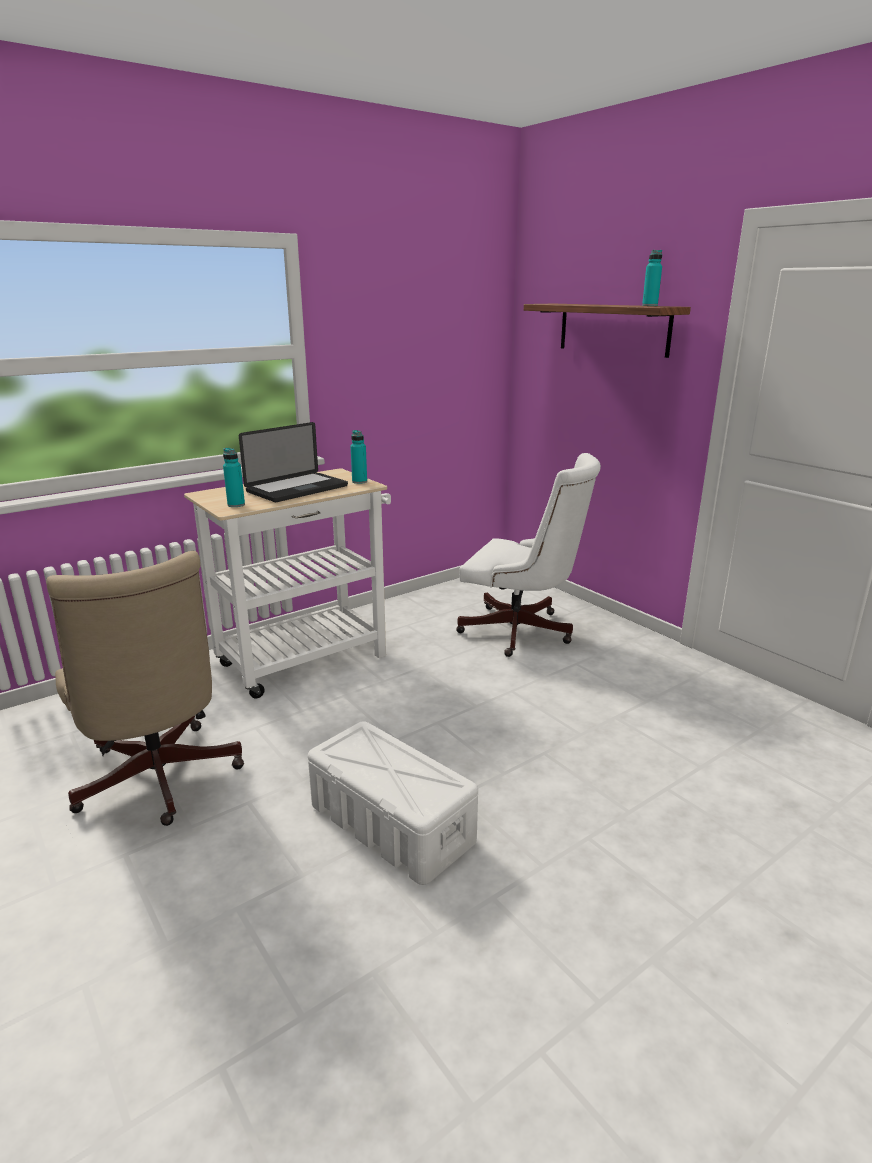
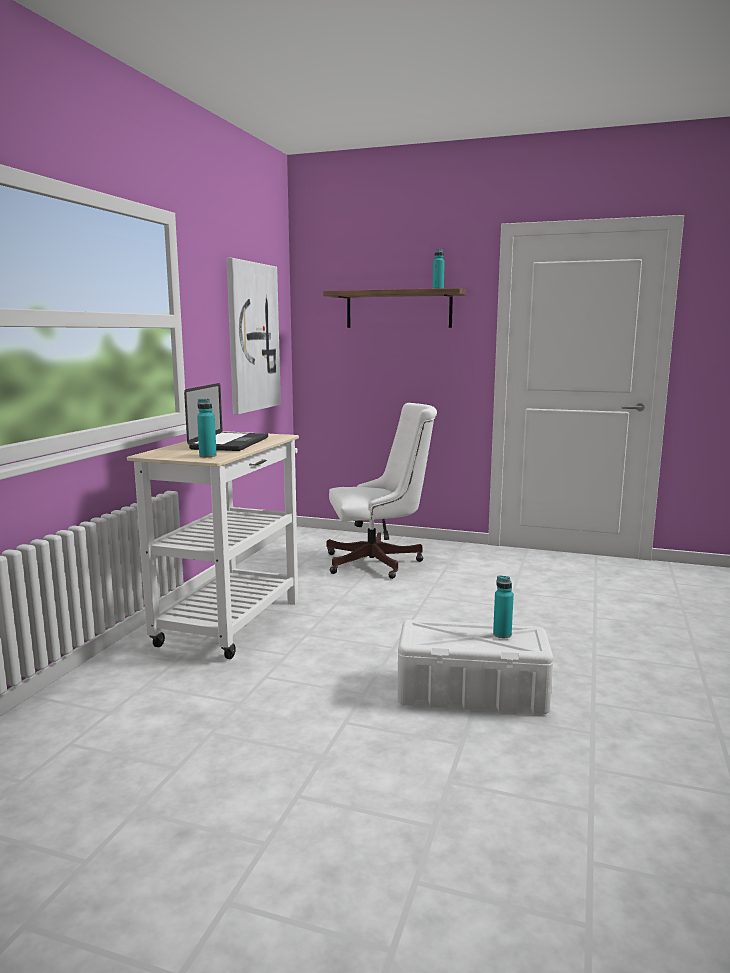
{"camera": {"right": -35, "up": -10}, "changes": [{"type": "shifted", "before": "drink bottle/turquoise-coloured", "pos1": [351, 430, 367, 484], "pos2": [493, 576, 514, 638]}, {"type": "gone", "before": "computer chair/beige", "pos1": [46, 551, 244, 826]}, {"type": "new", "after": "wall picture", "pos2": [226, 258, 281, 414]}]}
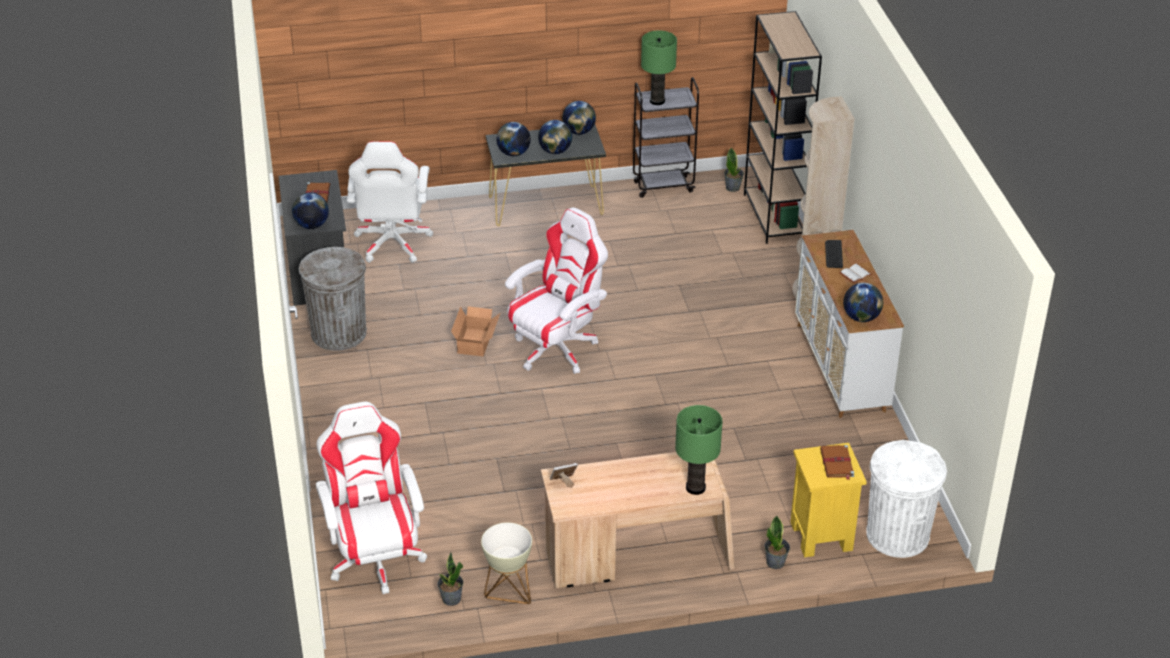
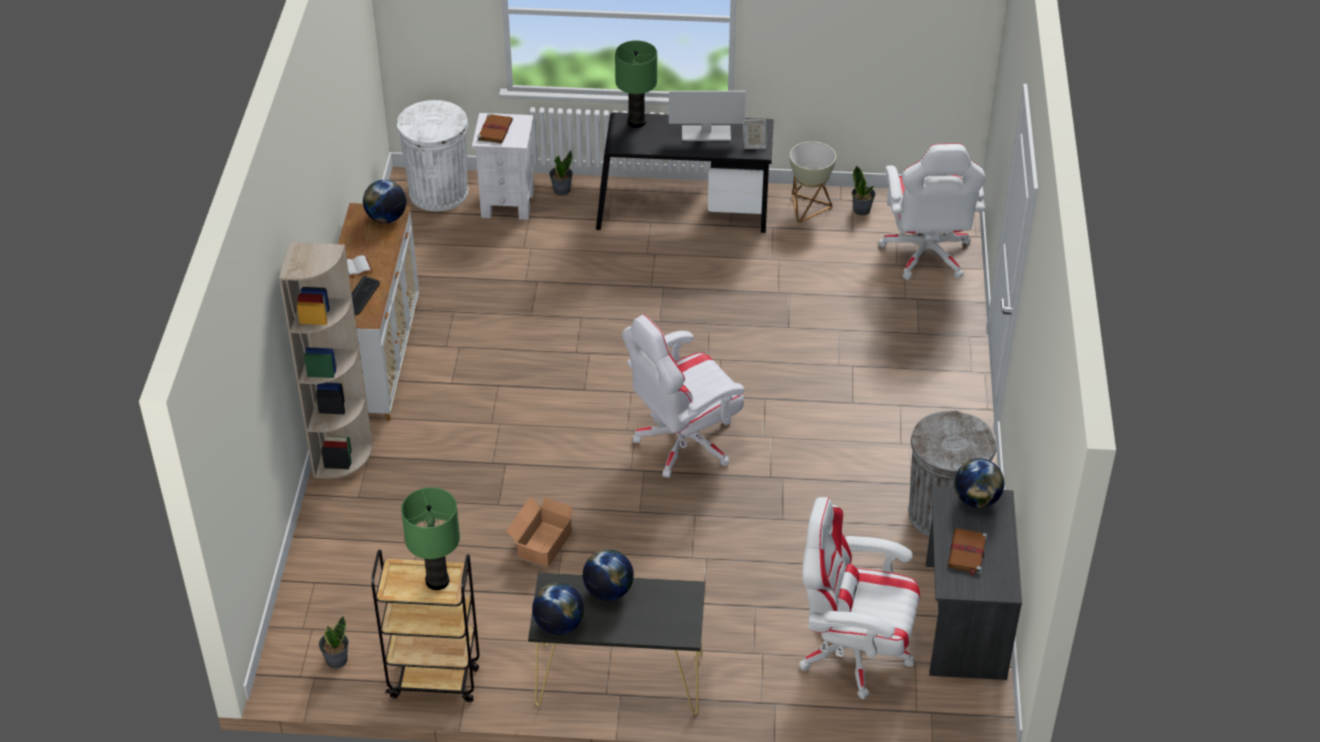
{"camera": {"right": -165, "up": 5}, "changes": [{"type": "gone", "before": "shelving unit/beige", "pos1": [744, 11, 822, 244]}, {"type": "repainted", "before": "wheeled cart/grey", "after": "wheeled cart/brown", "pos1": [633, 77, 699, 198], "pos2": [371, 550, 480, 702]}, {"type": "gone", "before": "desk globe", "pos1": [496, 122, 531, 156]}, {"type": "rotated", "before": "computer chair/whitish", "pos1": [347, 141, 433, 263], "pos2": [799, 497, 920, 699], "turn": -90}, {"type": "shifted", "before": "cardboard box", "pos1": [451, 306, 500, 357], "pos2": [506, 497, 575, 567]}, {"type": "repainted", "before": "night table/yellow", "after": "night table/whitish", "pos1": [790, 443, 867, 557], "pos2": [472, 113, 534, 220]}, {"type": "repainted", "before": "desk/beige", "after": "desk/black-coloured", "pos1": [541, 452, 734, 588], "pos2": [596, 112, 774, 233]}, {"type": "new", "after": "monitor", "pos2": [669, 91, 746, 141]}]}
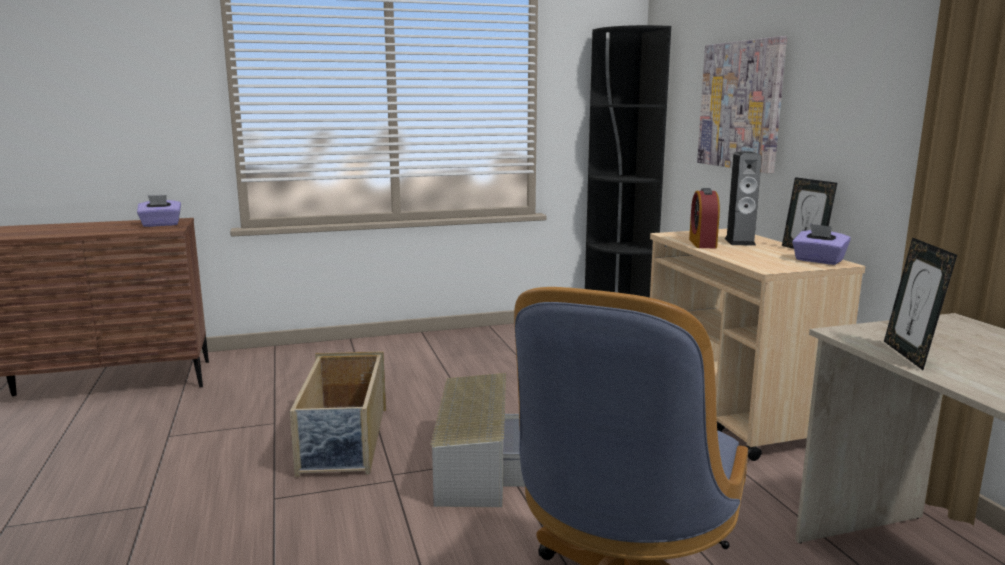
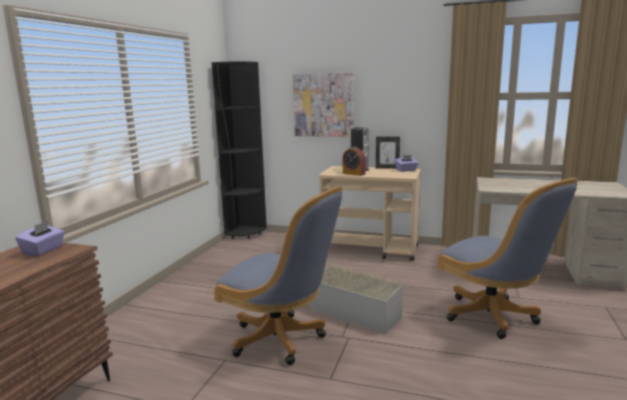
{"camera": {"right": -55, "up": 0}, "changes": [{"type": "gone", "before": "photo frame", "pos1": [884, 238, 957, 370]}, {"type": "swapped", "before": "storage box/beige", "after": "computer chair/blue", "pos1": [289, 351, 386, 477], "pos2": [214, 186, 342, 365]}]}
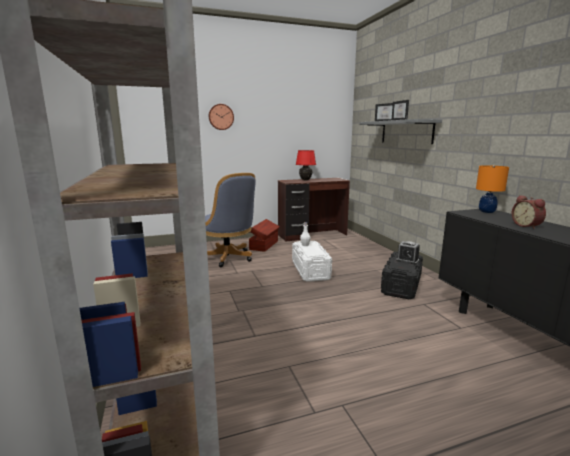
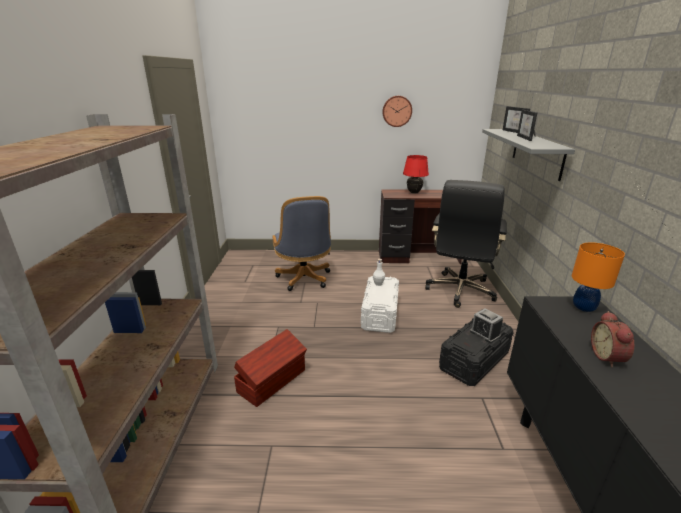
{"camera": {"right": 20, "up": 10}, "changes": [{"type": "shifted", "before": "hanging clock", "pos1": [209, 104, 234, 130], "pos2": [382, 96, 412, 127]}, {"type": "shifted", "before": "storage box/brown", "pos1": [249, 219, 280, 252], "pos2": [234, 329, 307, 407]}, {"type": "new", "after": "computer chair/black-coloured", "pos2": [425, 180, 507, 308]}]}
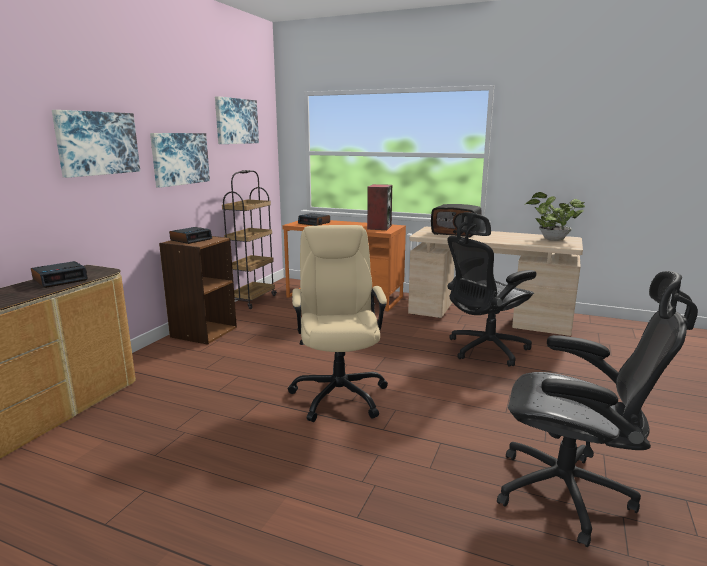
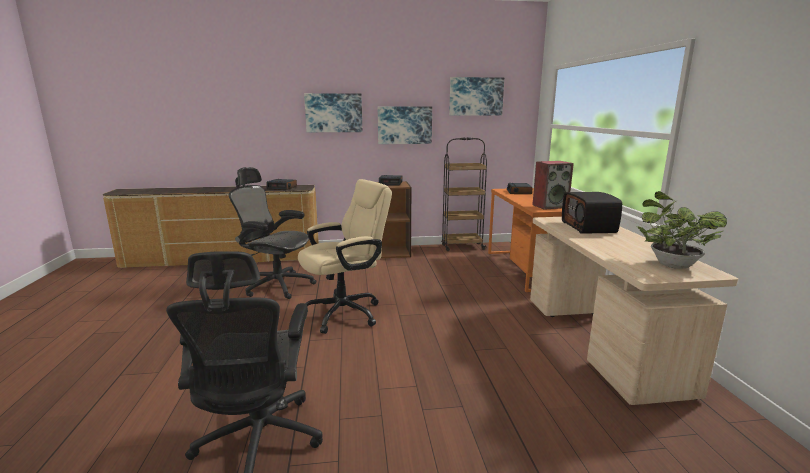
{"camera": {"right": 60, "up": 0}, "changes": [{"type": "shifted", "before": "computer chair", "pos1": [447, 212, 536, 367], "pos2": [229, 167, 316, 299]}]}
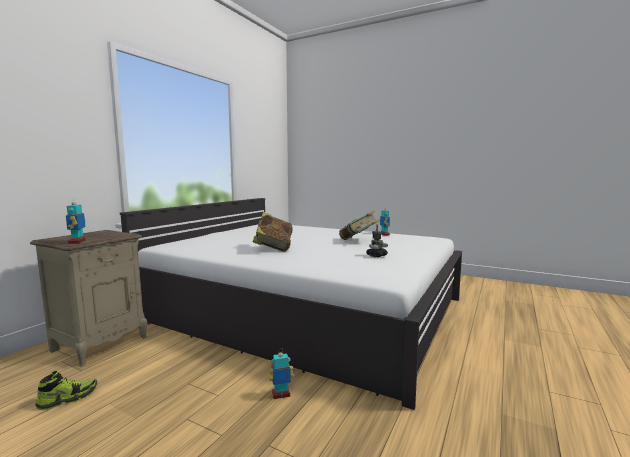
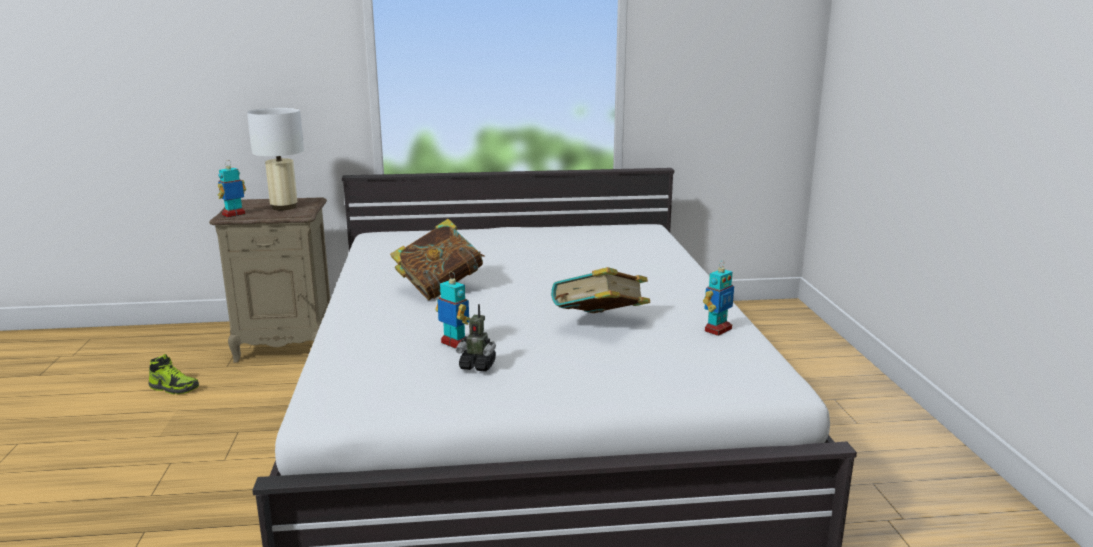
{"camera": {"right": 55, "up": 10}, "changes": [{"type": "shifted", "before": "toy robot", "pos1": [269, 348, 293, 399], "pos2": [435, 273, 470, 349]}, {"type": "new", "after": "table lamp/whitish", "pos2": [247, 108, 304, 210]}]}
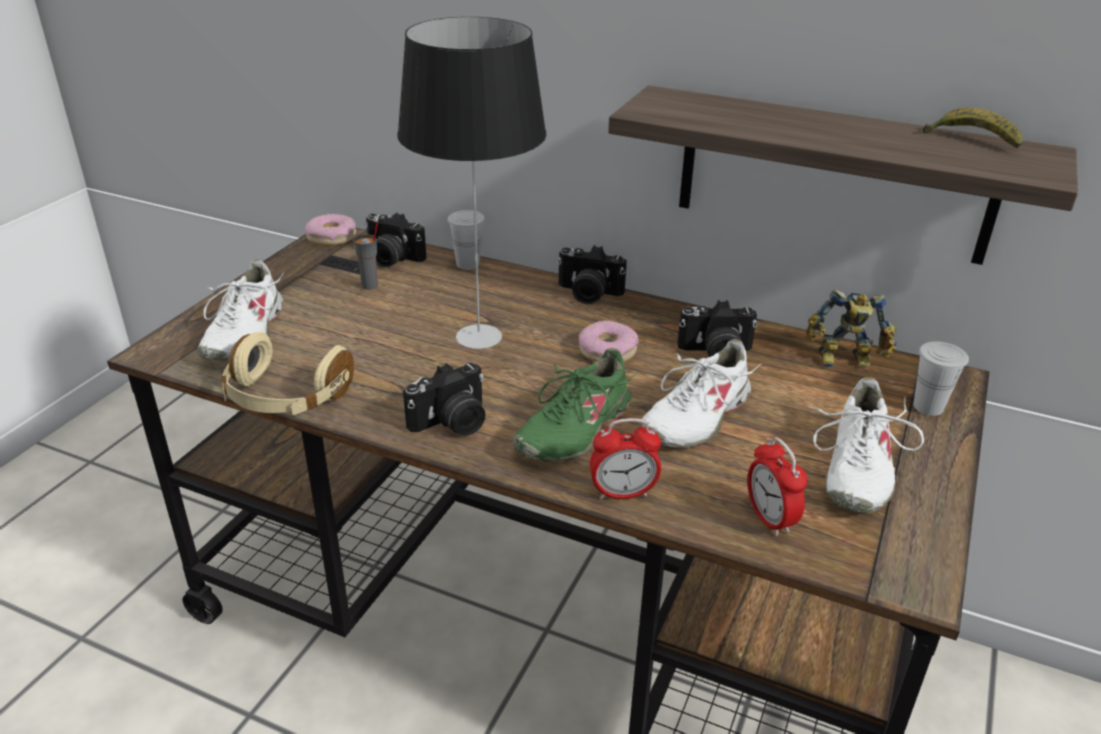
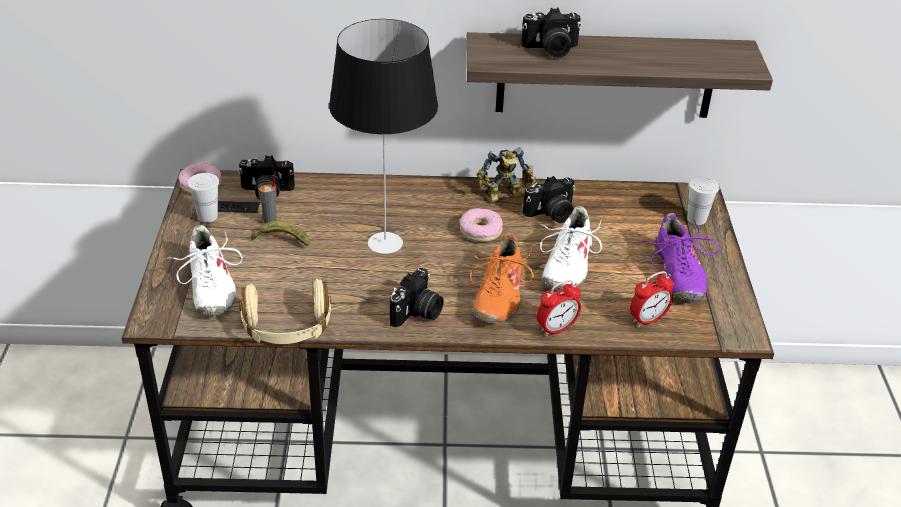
{"camera": {"right": -25, "up": 5}, "changes": [{"type": "shifted", "before": "banana", "pos1": [922, 108, 1022, 148], "pos2": [251, 221, 309, 246]}, {"type": "shifted", "before": "cup/whitish", "pos1": [448, 210, 485, 270], "pos2": [187, 173, 219, 223]}, {"type": "shifted", "before": "still camera", "pos1": [557, 245, 627, 304], "pos2": [521, 7, 581, 58]}, {"type": "shifted", "before": "toy robot", "pos1": [806, 289, 897, 367], "pos2": [476, 147, 536, 204]}, {"type": "repainted", "before": "low shoe/green", "after": "low shoe/orange", "pos1": [512, 348, 639, 462], "pos2": [470, 233, 534, 323]}, {"type": "repainted", "before": "low shoe/whitish", "after": "low shoe/purplish", "pos1": [808, 377, 924, 513], "pos2": [641, 213, 720, 301]}, {"type": "rotated", "before": "table clock", "pos1": [747, 437, 807, 536], "pos2": [630, 271, 674, 327], "turn": -75}]}
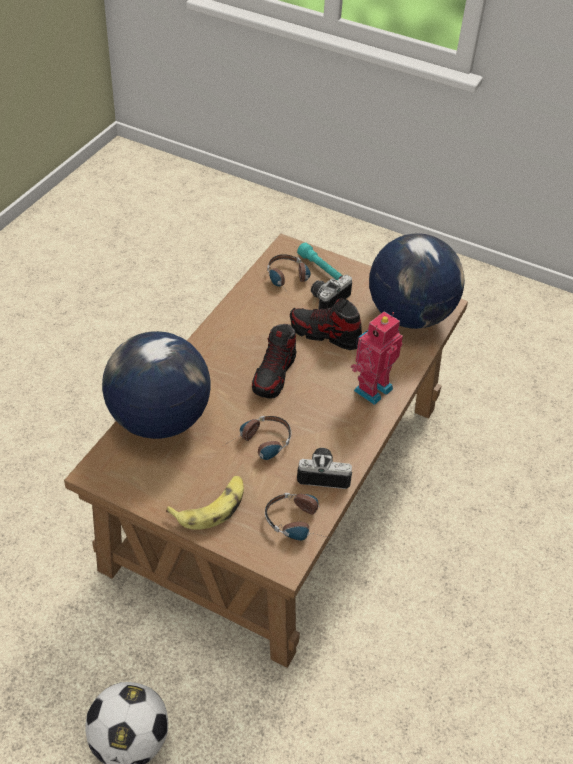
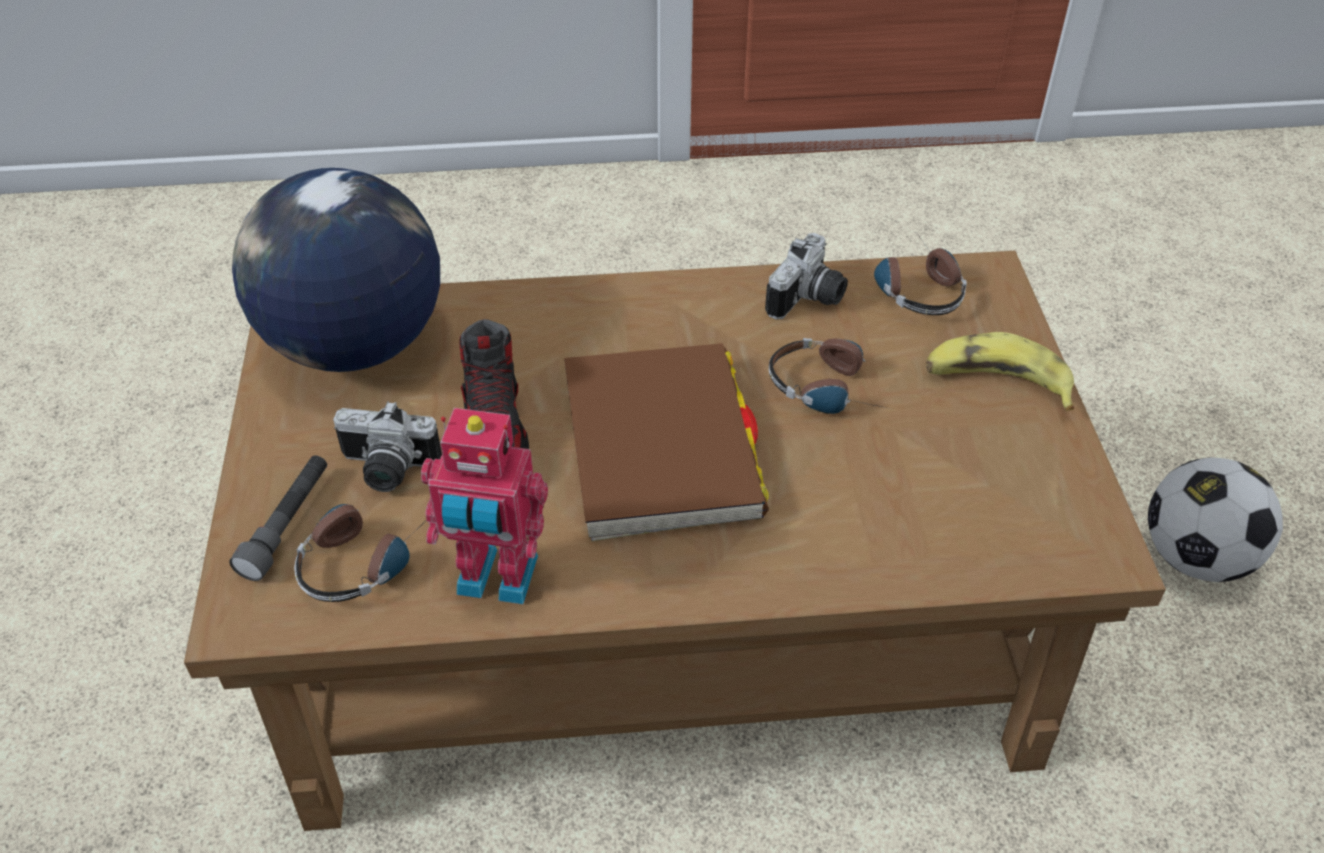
{"camera": {"right": -120, "up": 0}, "changes": [{"type": "repainted", "before": "torch/turquoise-coloured", "after": "torch/grey", "pos1": [297, 243, 343, 280], "pos2": [229, 456, 327, 581]}, {"type": "shifted", "before": "toy robot", "pos1": [351, 311, 403, 405], "pos2": [421, 408, 548, 604]}, {"type": "swapped", "before": "low shoe", "after": "volume/brown", "pos1": [252, 324, 297, 399], "pos2": [564, 343, 769, 541]}, {"type": "gone", "before": "desk globe", "pos1": [102, 331, 211, 439]}, {"type": "rotated", "before": "still camera", "pos1": [297, 448, 352, 489], "pos2": [765, 233, 848, 320], "turn": -120}]}
